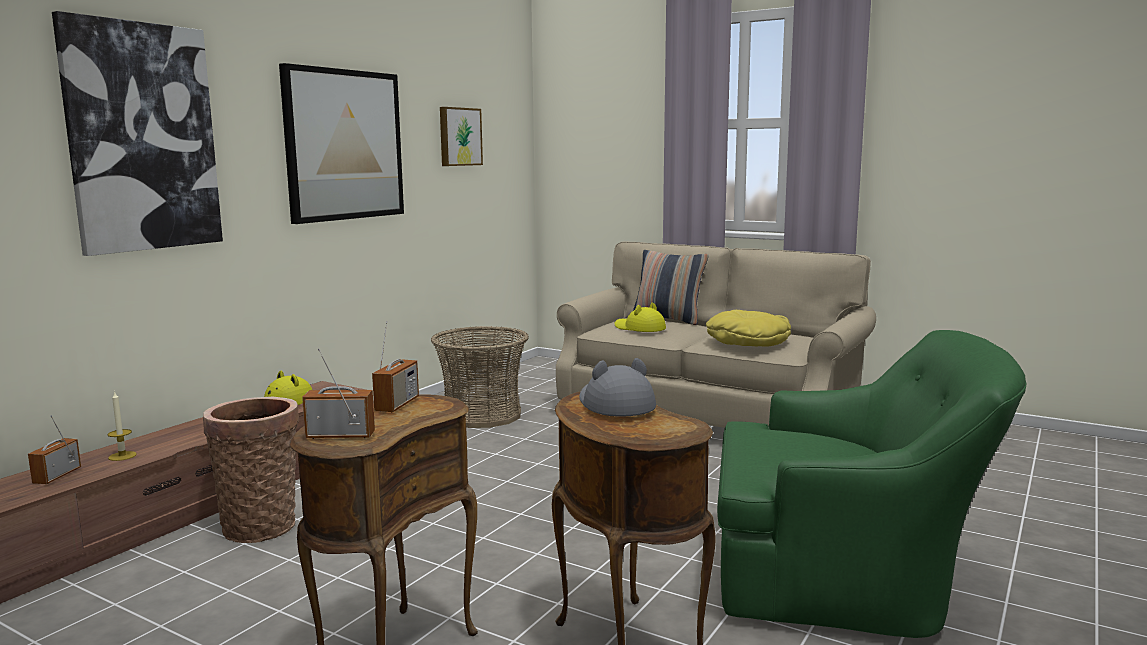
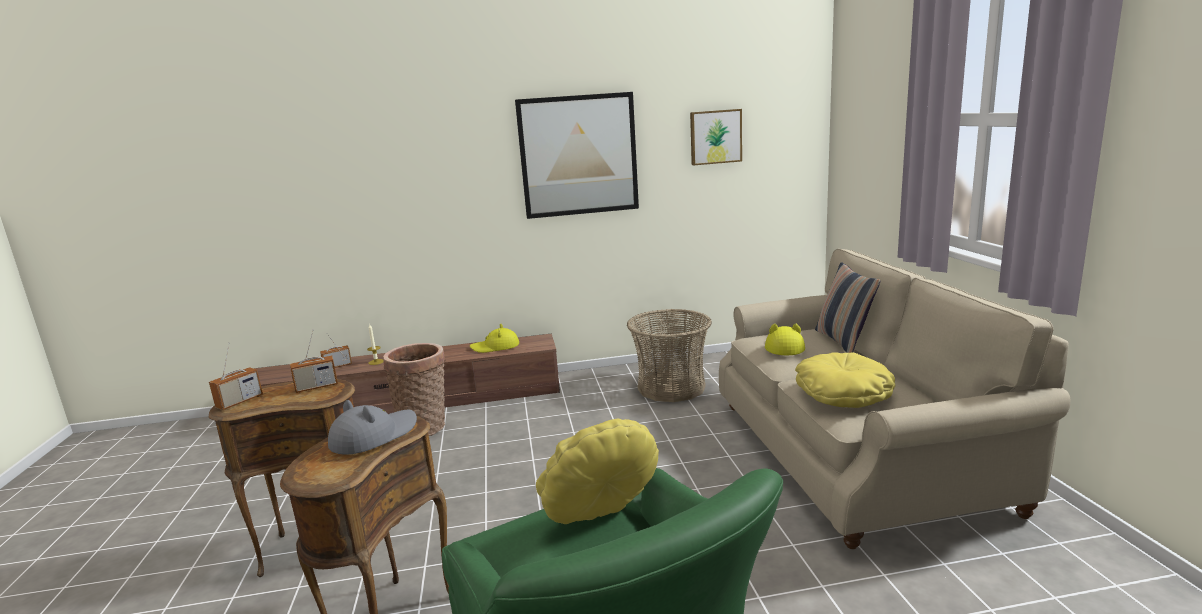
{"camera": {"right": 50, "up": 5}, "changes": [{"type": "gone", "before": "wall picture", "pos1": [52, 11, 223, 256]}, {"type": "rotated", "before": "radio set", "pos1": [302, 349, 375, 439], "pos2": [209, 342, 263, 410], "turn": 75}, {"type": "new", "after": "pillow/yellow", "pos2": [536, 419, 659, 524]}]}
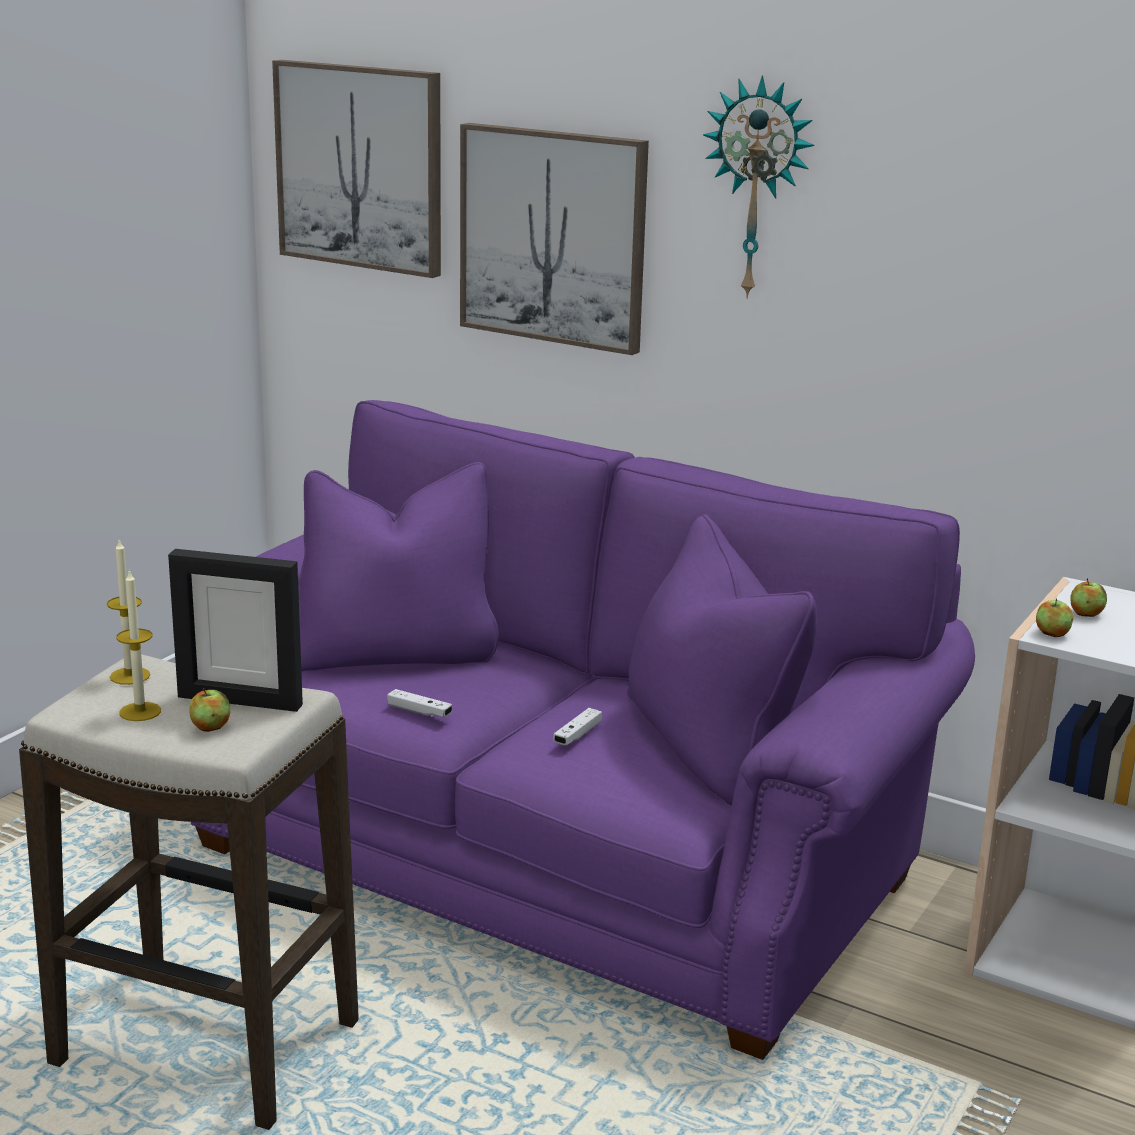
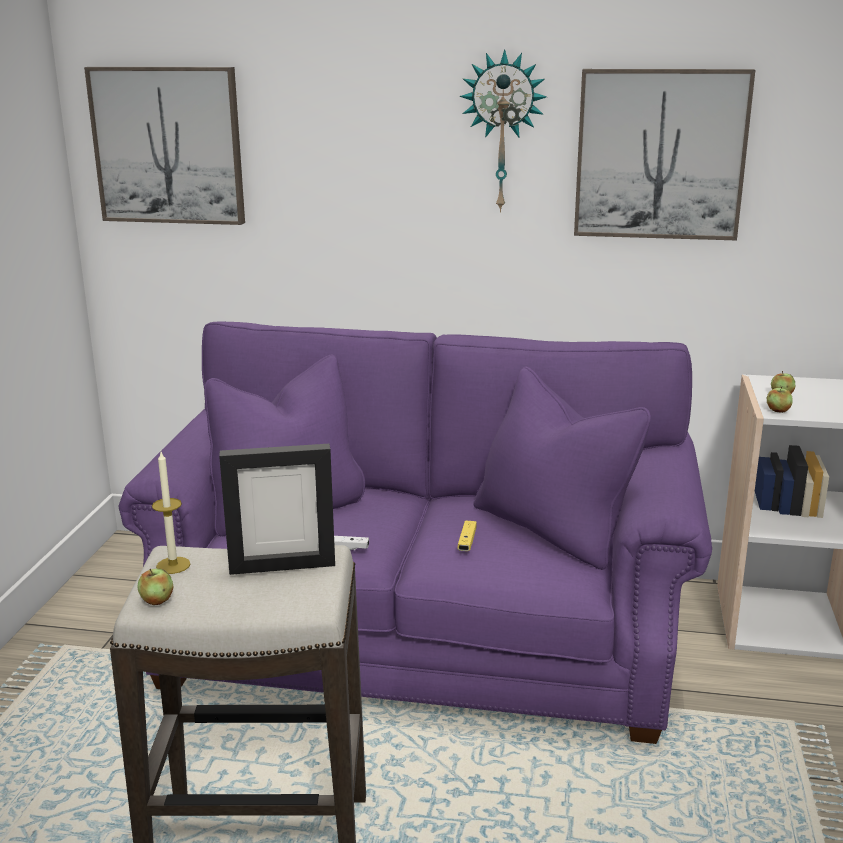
{"camera": {"right": -20, "up": 0}, "changes": [{"type": "shifted", "before": "wall picture", "pos1": [460, 123, 649, 355], "pos2": [574, 69, 755, 240]}, {"type": "gone", "before": "candle", "pos1": [116, 569, 161, 721]}, {"type": "shifted", "before": "apple", "pos1": [189, 688, 230, 732], "pos2": [137, 568, 173, 605]}, {"type": "repainted", "before": "gamepad/whitish", "after": "gamepad/yellow", "pos1": [553, 708, 602, 745], "pos2": [457, 520, 477, 551]}]}
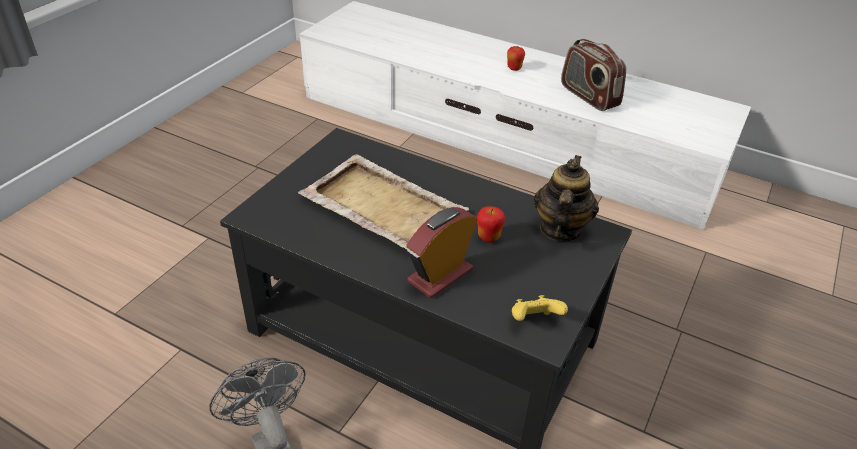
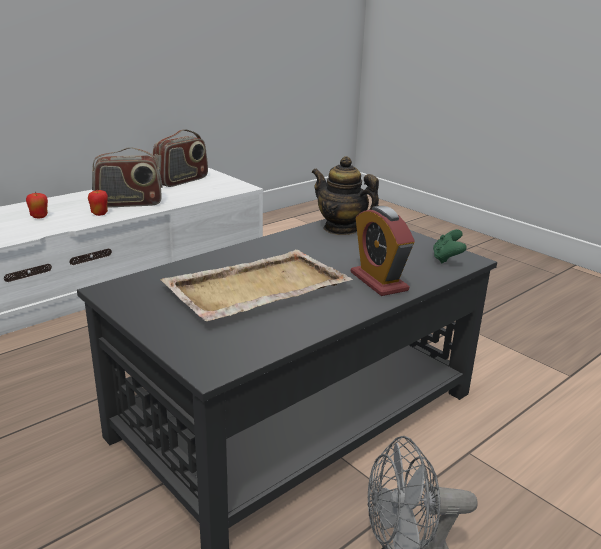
{"camera": {"right": -70, "up": -15}, "changes": [{"type": "shifted", "before": "apple", "pos1": [477, 206, 505, 242], "pos2": [88, 189, 108, 216]}, {"type": "repainted", "before": "gamepad/yellow", "after": "gamepad/green", "pos1": [512, 295, 568, 321], "pos2": [433, 229, 467, 264]}, {"type": "new", "after": "radio set", "pos2": [152, 129, 208, 187]}]}
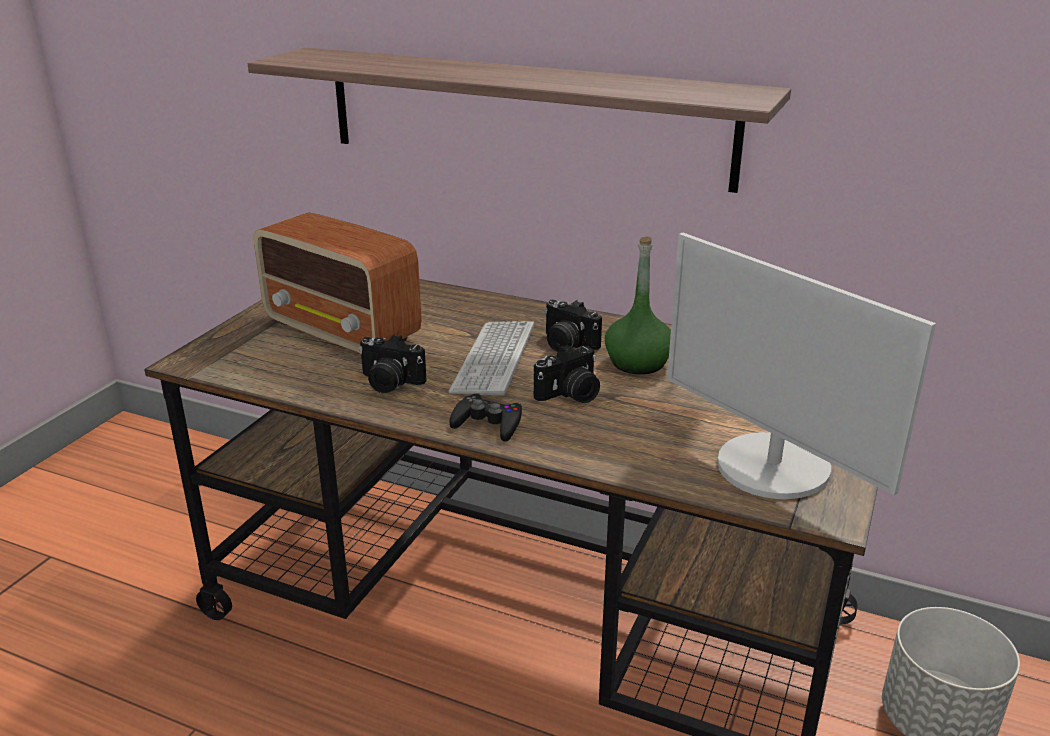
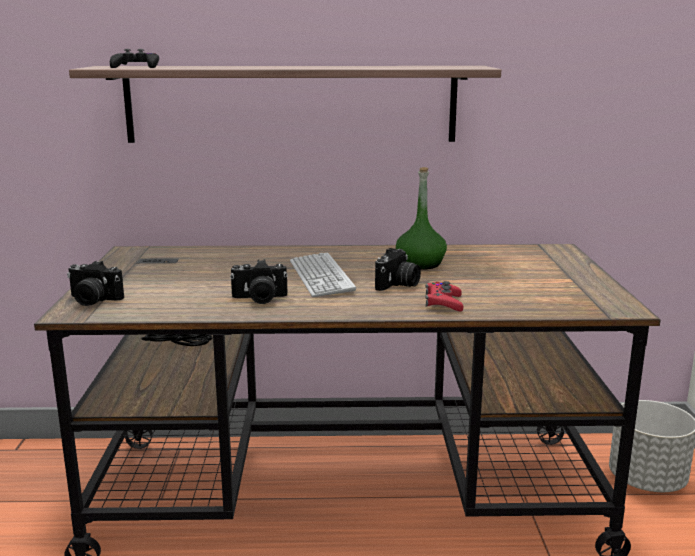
{"camera": {"right": -25, "up": -10}, "changes": [{"type": "gone", "before": "radio set", "pos1": [254, 212, 422, 352]}, {"type": "gone", "before": "monitor", "pos1": [667, 233, 936, 499]}, {"type": "shifted", "before": "still camera", "pos1": [544, 300, 602, 352], "pos2": [67, 261, 124, 306]}, {"type": "shifted", "before": "gamepad/black-coloured", "pos1": [450, 393, 522, 442], "pos2": [110, 49, 159, 68]}, {"type": "new", "after": "gamepad/red-coloured", "pos2": [425, 281, 463, 312]}]}
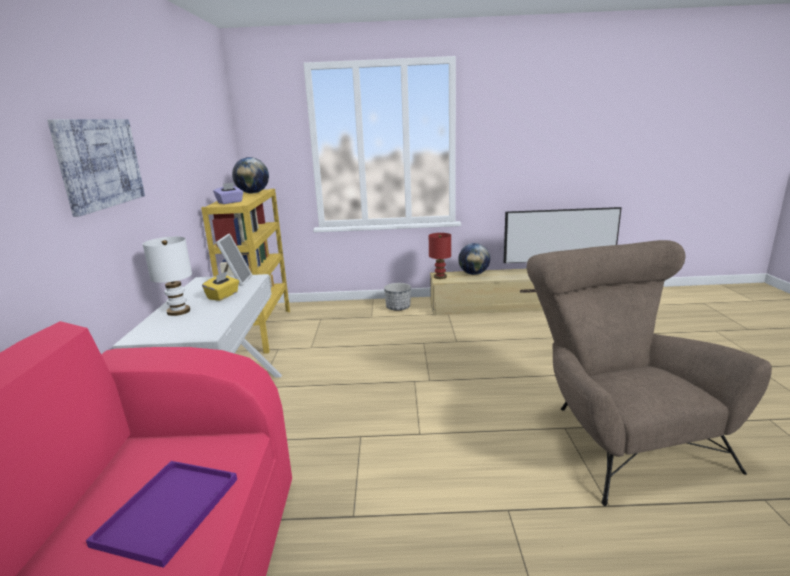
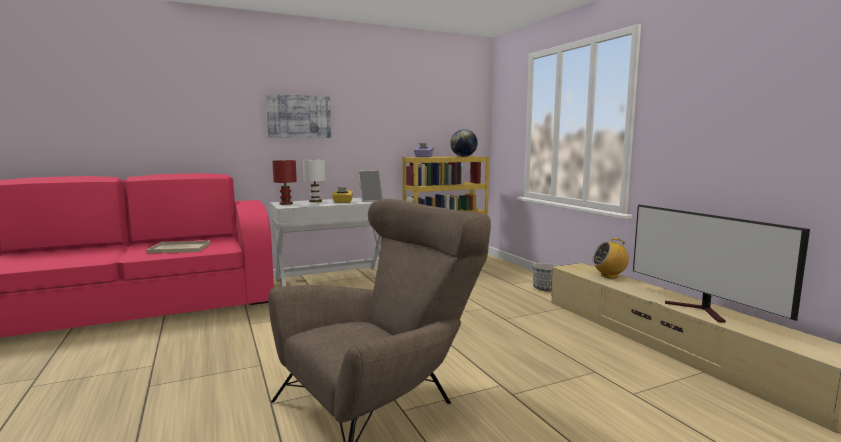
{"camera": {"right": 65, "up": -10}, "changes": [{"type": "shifted", "before": "table lamp/red-coloured", "pos1": [428, 233, 451, 279], "pos2": [272, 160, 297, 205]}, {"type": "swapped", "before": "desk globe", "after": "radio set", "pos1": [458, 243, 490, 275], "pos2": [593, 238, 629, 278]}, {"type": "repainted", "before": "serving tray/purplish", "after": "serving tray/beige", "pos1": [86, 461, 237, 568], "pos2": [146, 241, 210, 253]}]}
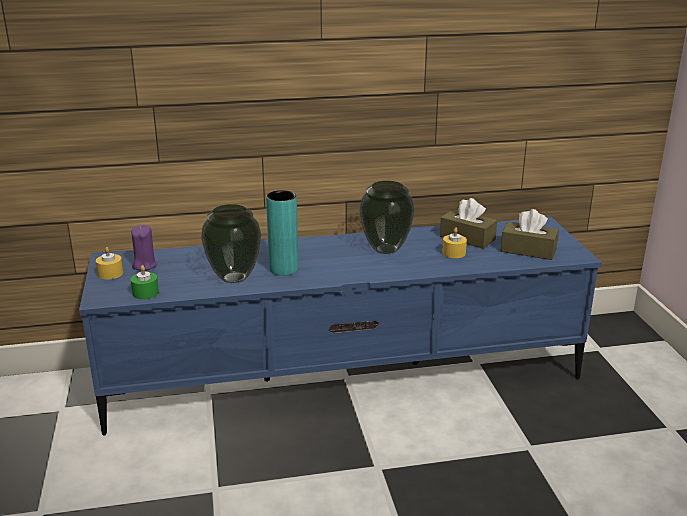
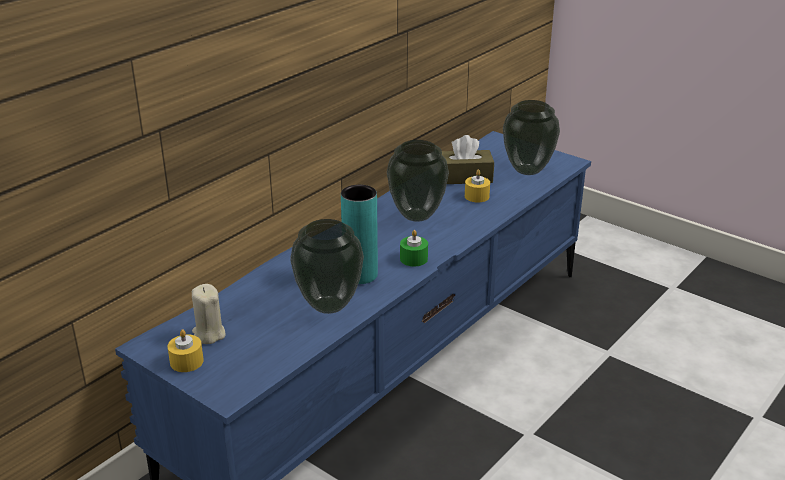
{"camera": {"right": -40, "up": 5}, "changes": [{"type": "swapped", "before": "tissue holder/brown", "after": "vase", "pos1": [501, 209, 559, 260], "pos2": [503, 100, 560, 175]}, {"type": "repainted", "before": "candle/purplish", "after": "candle/beige", "pos1": [131, 225, 158, 270], "pos2": [192, 284, 225, 344]}, {"type": "shifted", "before": "candle/green", "pos1": [131, 265, 159, 299], "pos2": [400, 230, 428, 266]}]}
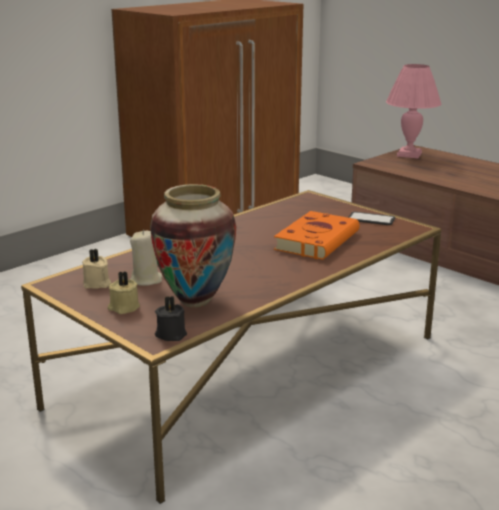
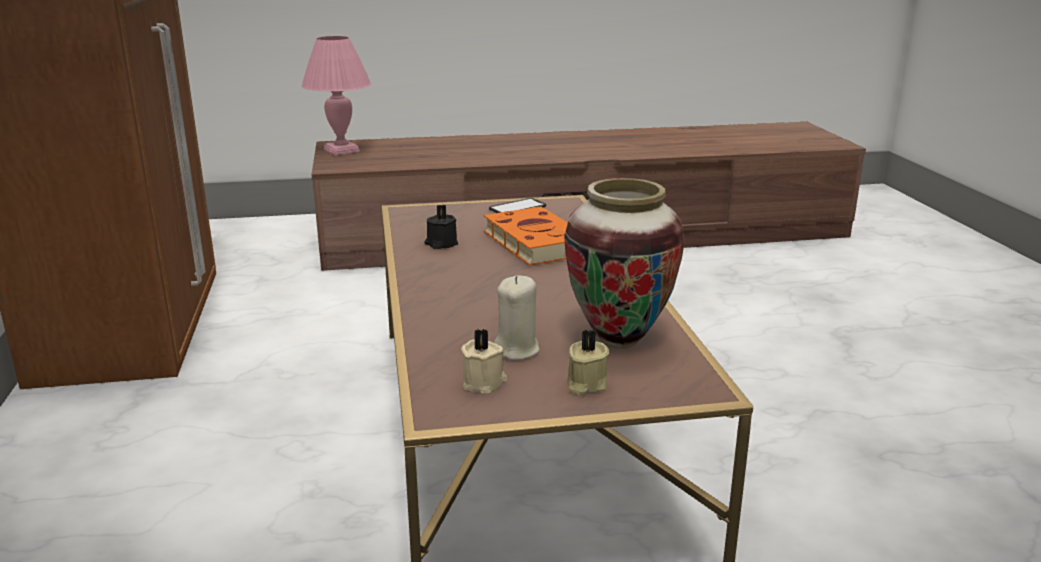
{"camera": {"right": -55, "up": 0}, "changes": [{"type": "shifted", "before": "candle/black-coloured", "pos1": [155, 296, 187, 341], "pos2": [425, 205, 458, 249]}]}
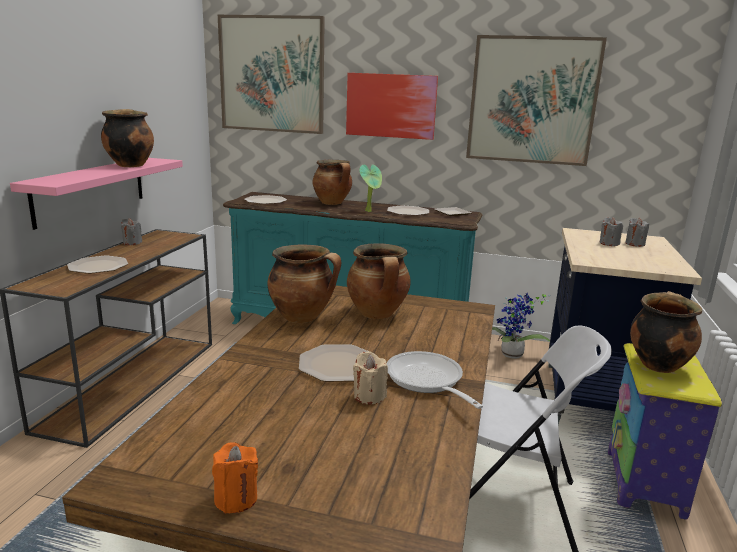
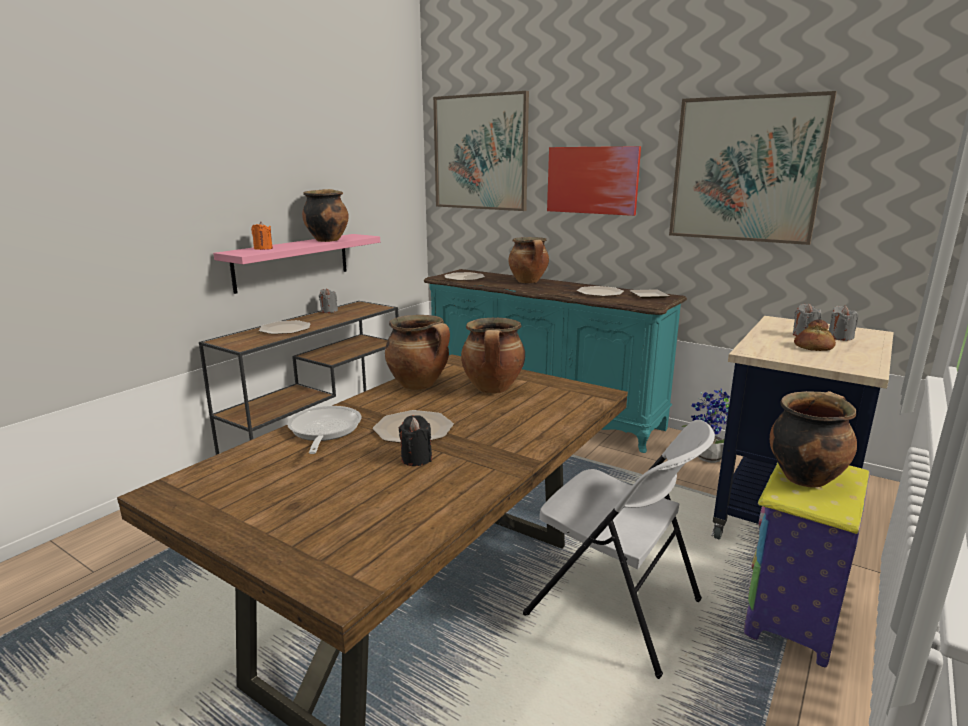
{"camera": {"right": 20, "up": 0}, "changes": [{"type": "gone", "before": "plant in a pot", "pos1": [359, 164, 382, 212]}, {"type": "shifted", "before": "frying pan", "pos1": [387, 351, 483, 409], "pos2": [287, 406, 362, 454]}, {"type": "repainted", "before": "candle/beige", "after": "candle/black-coloured", "pos1": [353, 352, 388, 405], "pos2": [399, 415, 432, 466]}, {"type": "shifted", "before": "candle/orange", "pos1": [212, 442, 258, 513], "pos2": [251, 222, 273, 250]}, {"type": "new", "after": "bread", "pos2": [794, 319, 836, 351]}]}
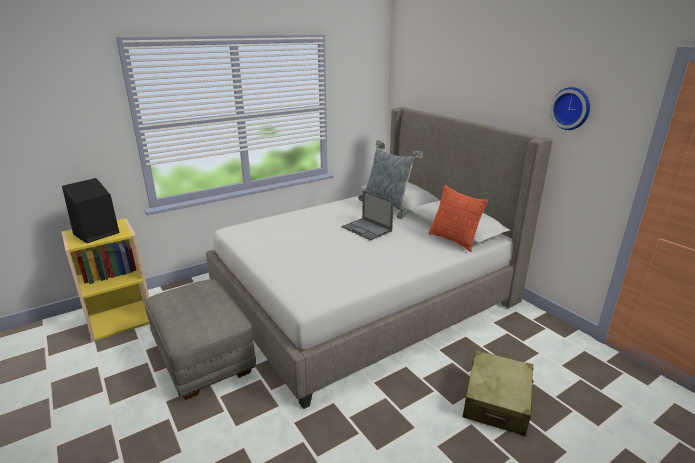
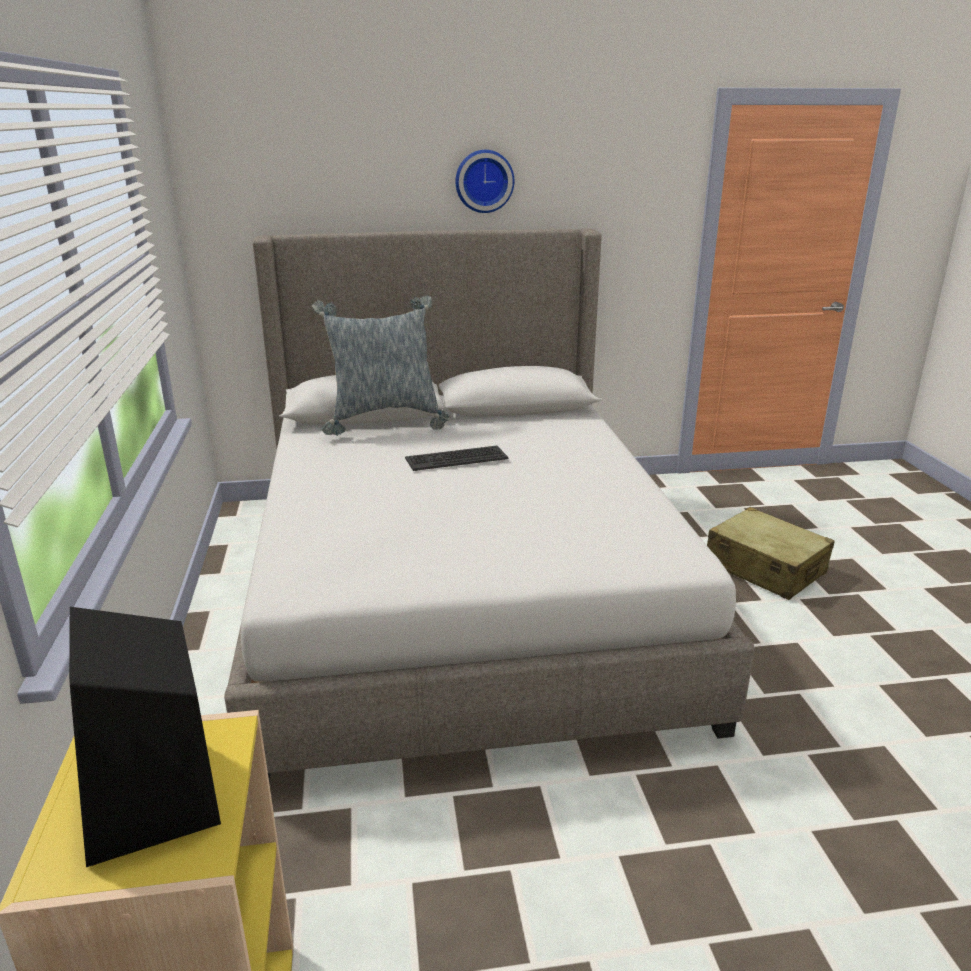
{"camera": {"right": -65, "up": 0}, "changes": [{"type": "shifted", "before": "hanging clock", "pos1": [550, 87, 590, 130], "pos2": [455, 150, 514, 213]}, {"type": "gone", "before": "pillow/orange", "pos1": [428, 185, 488, 252]}, {"type": "swapped", "before": "laptop", "after": "keyboard", "pos1": [342, 191, 394, 240], "pos2": [405, 446, 509, 471]}, {"type": "gone", "before": "ottoman/grey", "pos1": [145, 279, 256, 400]}]}
